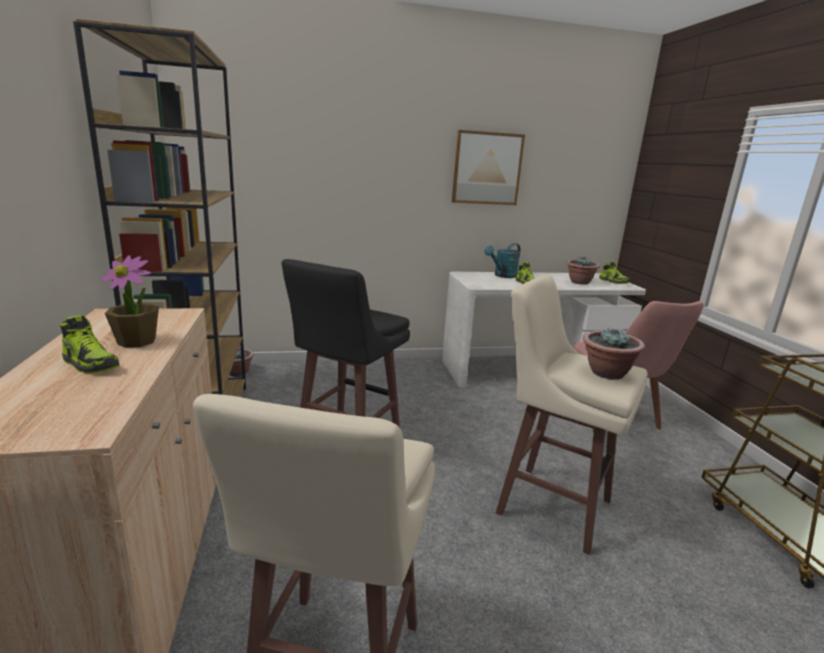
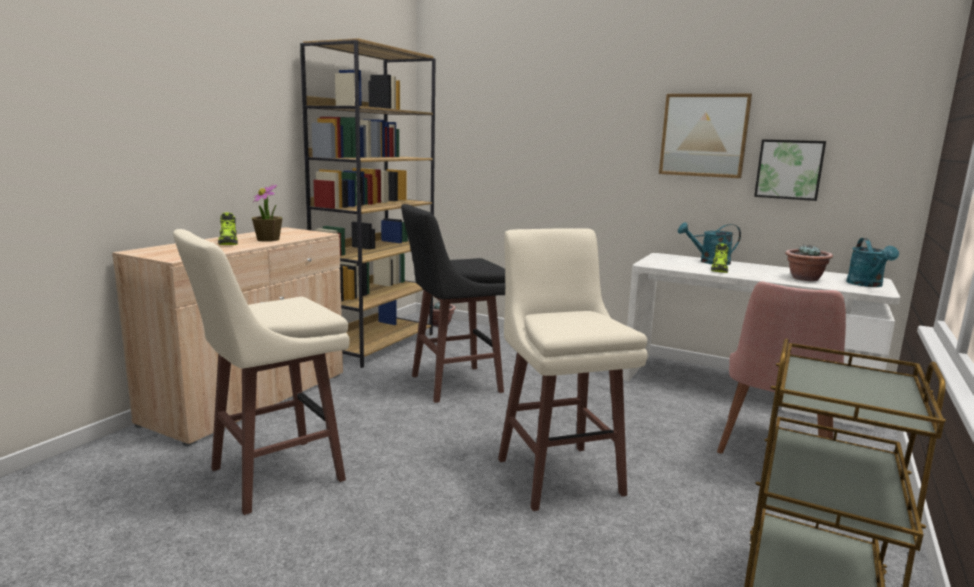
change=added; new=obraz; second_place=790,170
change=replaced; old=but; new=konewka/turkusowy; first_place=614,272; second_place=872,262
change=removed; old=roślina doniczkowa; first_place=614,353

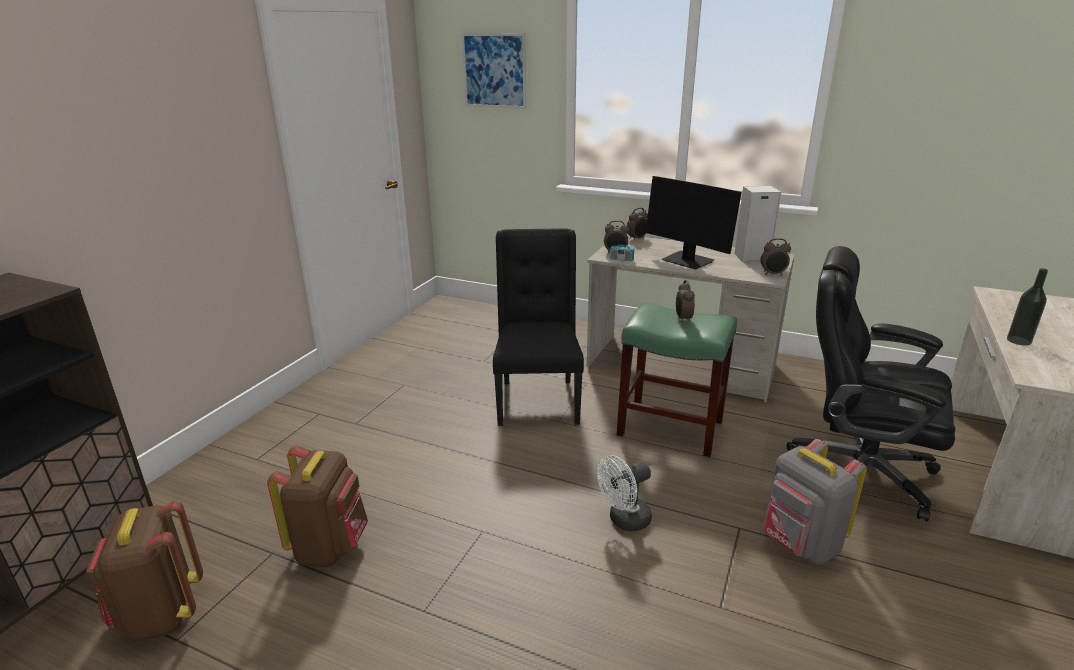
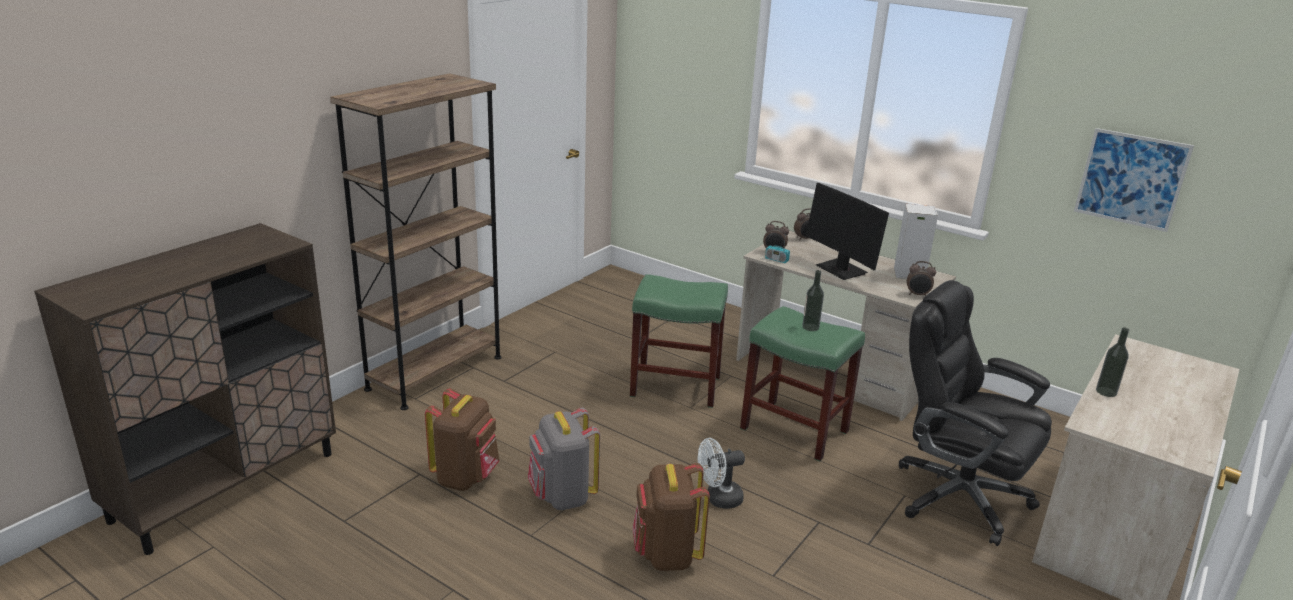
change=added; new=regał/brązowy; second_place=416,241
change=moved; old=plecak/szary; first_place=815,502; second_place=564,459
change=replaced; old=krzesło/czarny; new=stołek/zielony; first_place=538,327; second_place=679,341
change=moved; old=plecak/brązowy; first_place=144,571; second_place=671,517
change=replaced; old=budzik; new=butelka; first_place=685,301; second_place=813,300
change=moved; old=obraz; first_place=494,71; second_place=1134,180

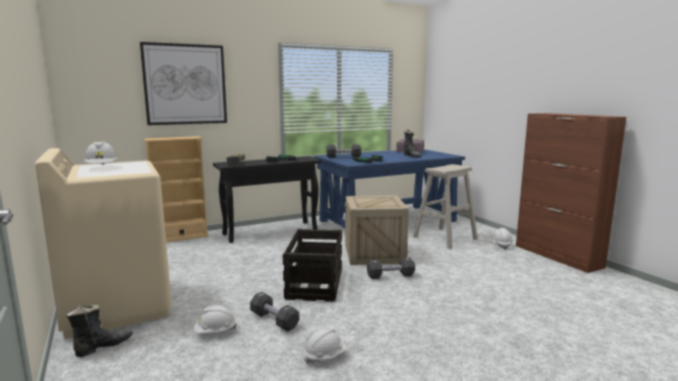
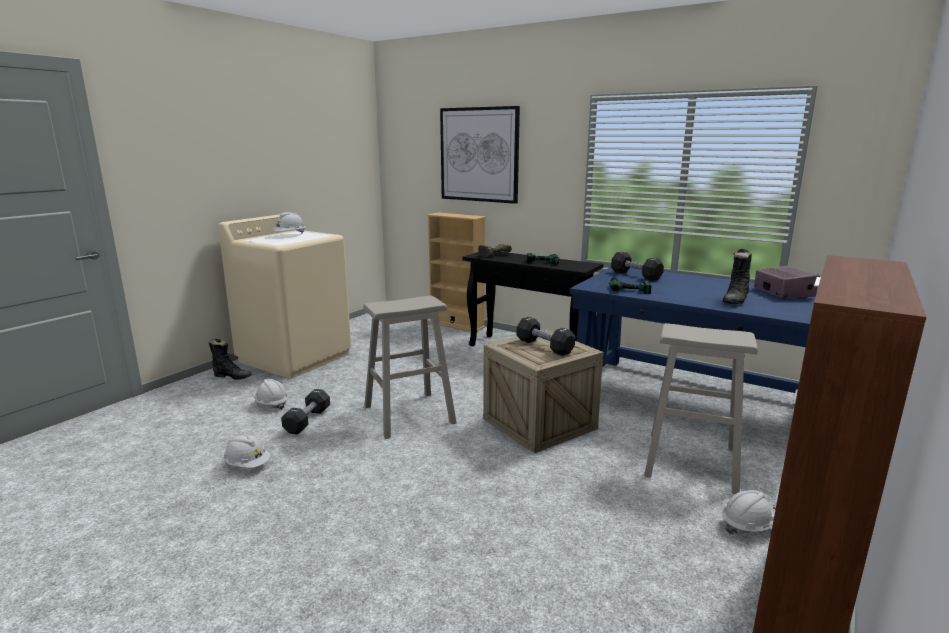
change=replaced; old=skrzynka; new=stołek/beżowy; first_place=312,265; second_place=410,367
change=moved; old=hantel/czarny; first_place=391,268; second_place=546,336

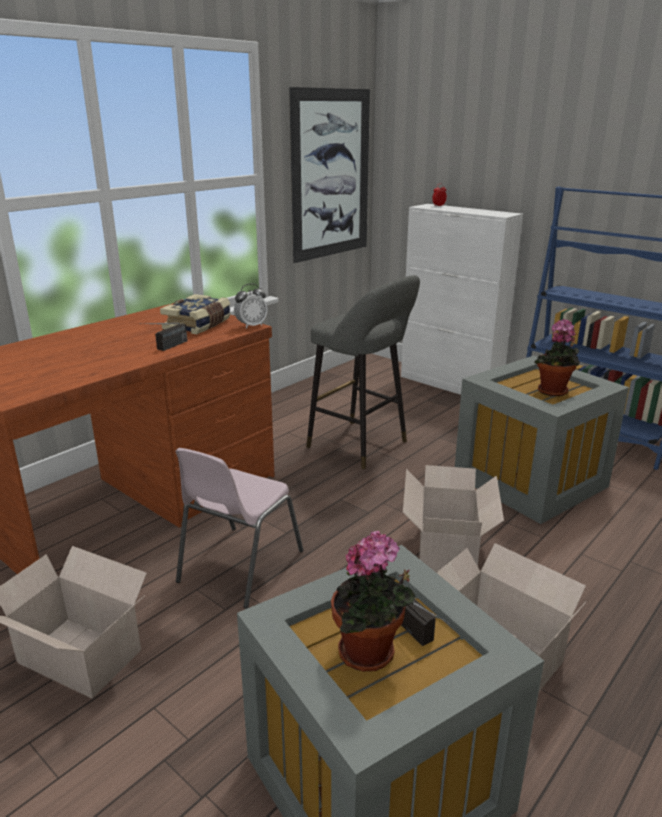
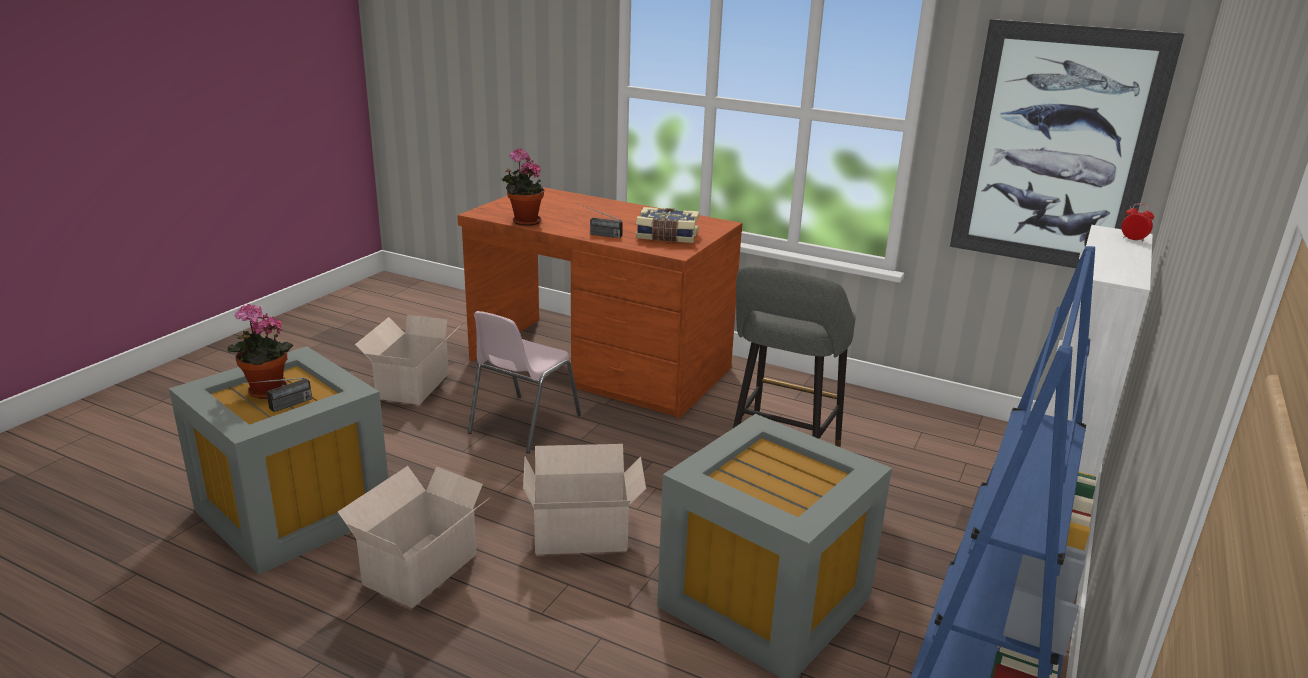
change=turned; old=krzesło/różowy; first_place=239,528; second_place=524,382; degrees=-75
change=moved; old=roślina doniczkowa; first_place=557,357; second_place=522,187
change=removed; old=budzik; first_place=251,306

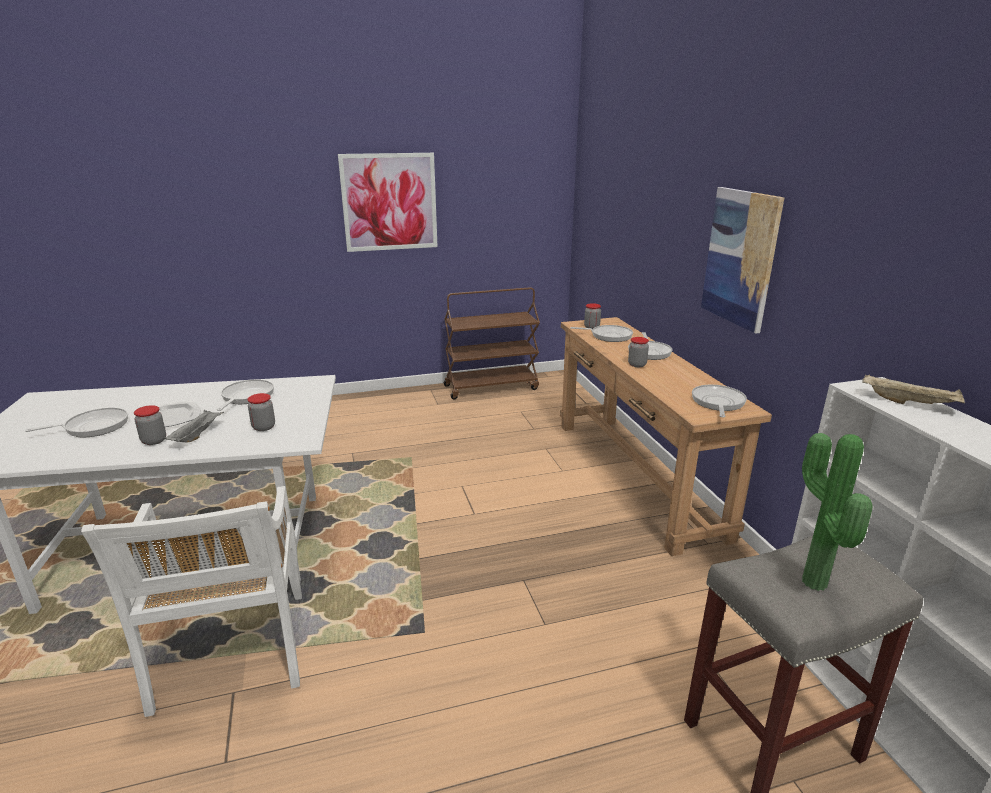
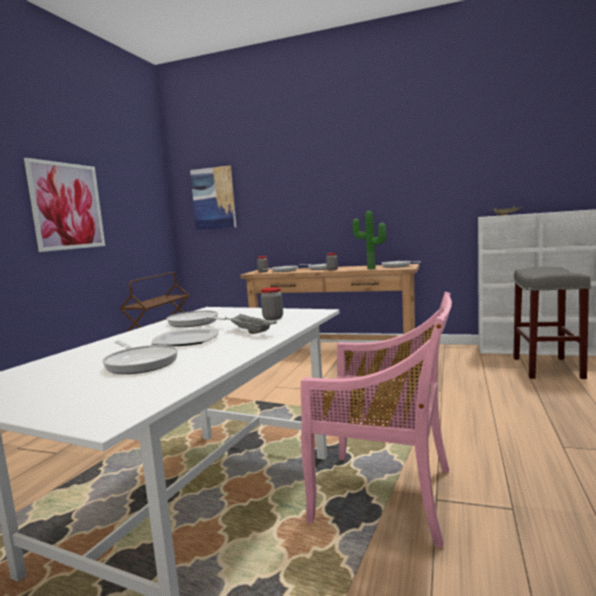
change=turned; old=patelnia; first_place=76,422; second_place=140,357; degrees=135
change=moved; old=obraz; first_place=742,260; second_place=213,197
change=recoloured; old=krzesło/biały; new=krzesło/różowy; first_place=191,601; second_place=376,420
change=moved; old=roślina doniczkowa; first_place=837,512; second_place=369,240
change=removed; old=słoik; first_place=150,425

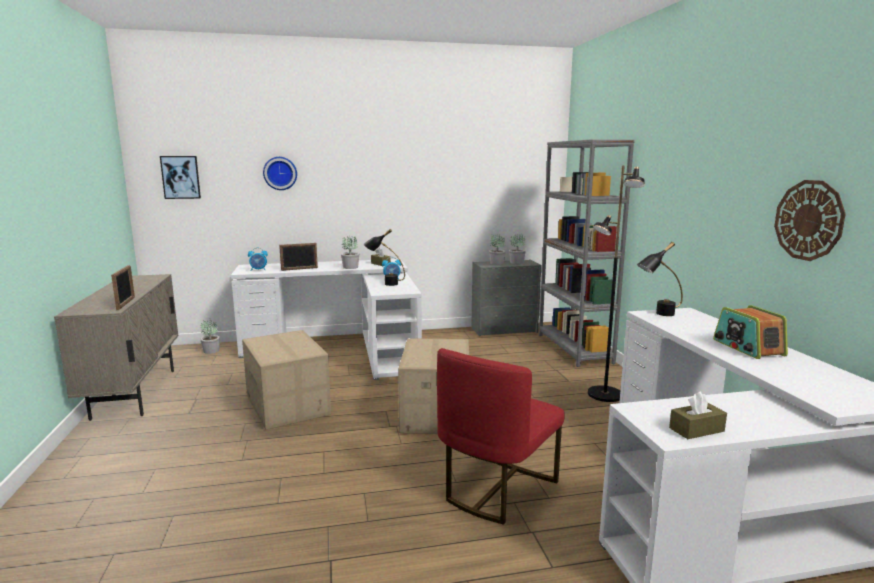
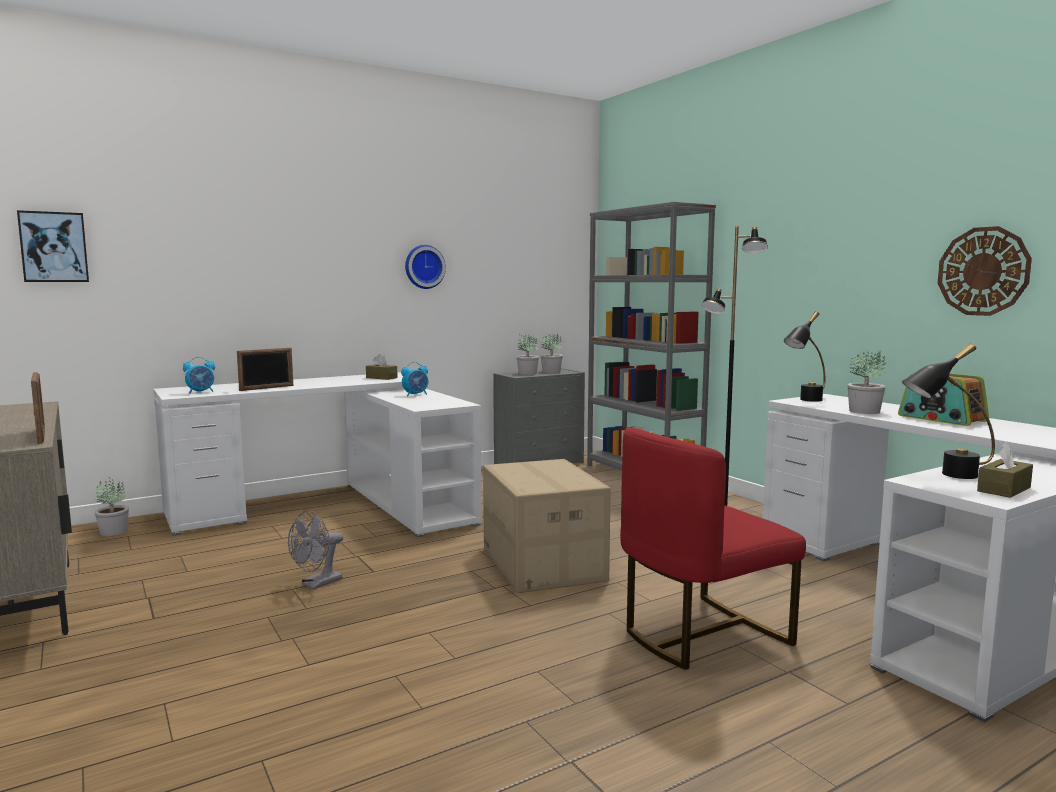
change=replaced; old=karton; new=wentylator/szary; first_place=286,380; second_place=315,550
change=moved; old=zegar ścienny; first_place=280,173; second_place=425,267
change=turned; old=krzesło/czerwony; first_place=501,436; second_place=713,548; degrees=45
change=moved; old=roślina doniczkowa; first_place=350,252; second_place=866,382
change=moved; old=lampa stołowa/czarny; first_place=384,257; second_place=948,411

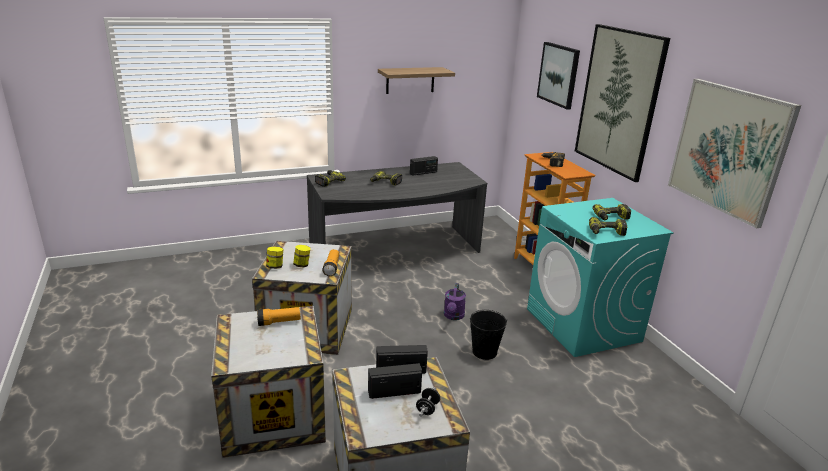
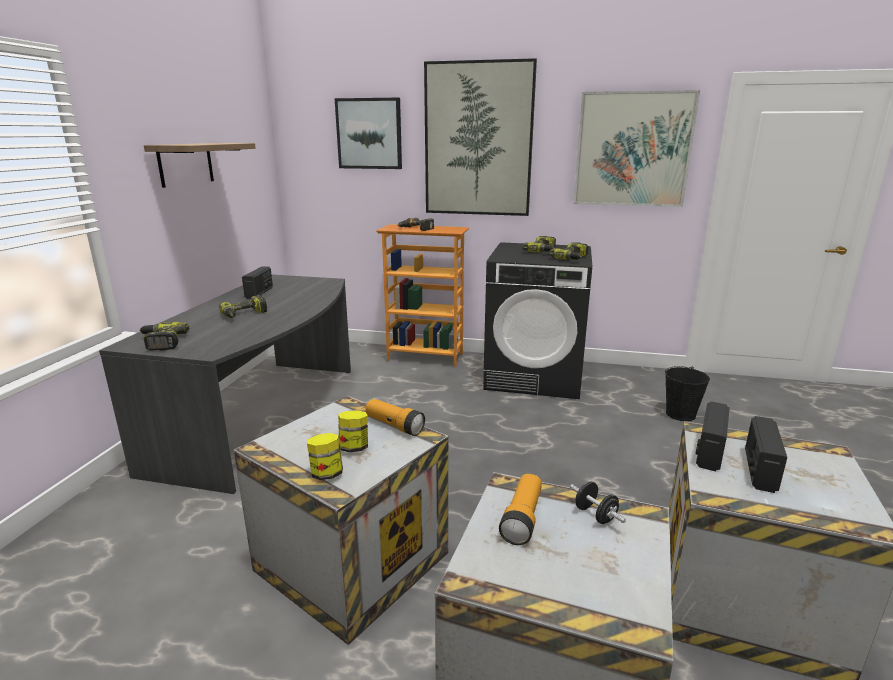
change=recoloured; old=pralka/turkusowy; new=pralka/czarny; first_place=600,277; second_place=537,320
change=moved; old=hantel/czarny; first_place=428,401; second_place=598,503
change=moved; old=wiadro/czarny; first_place=488,335; second_place=687,393
change=removed; old=konewka/fioletowy; first_place=455,301

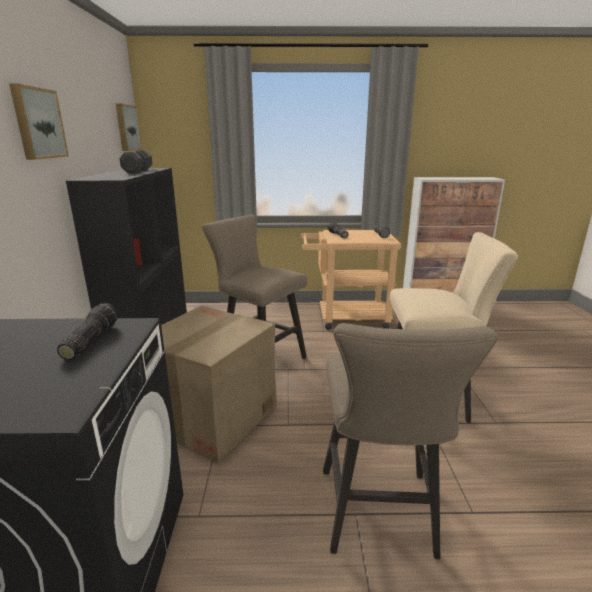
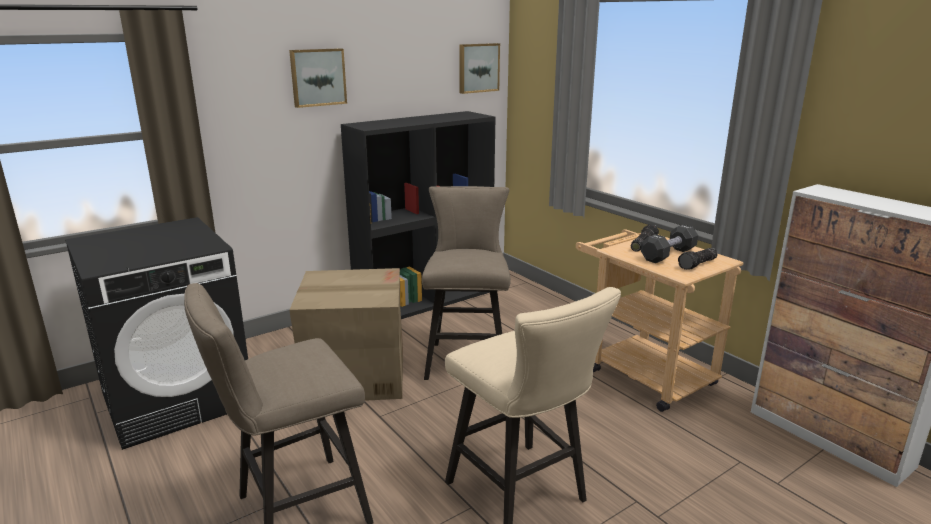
change=moved; old=hantel/czarny; first_place=136,161; second_place=669,243
change=removed; old=latarka; first_place=87,331

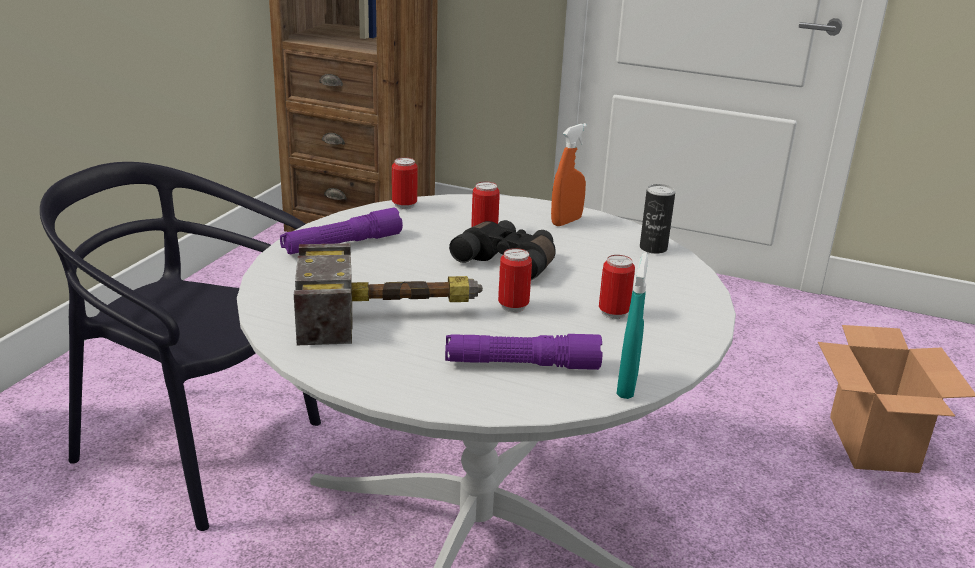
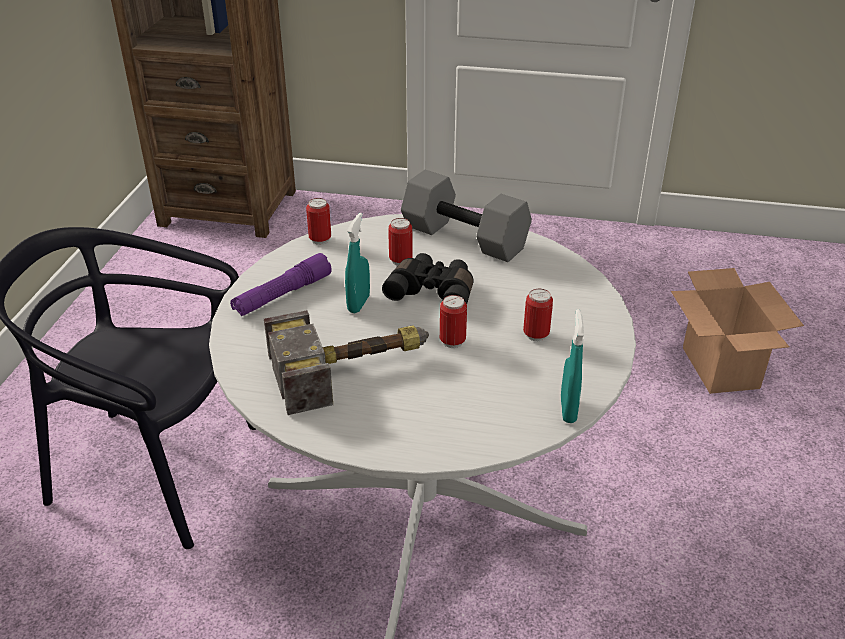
change=added; new=spryskiwacz/turkusowy; second_place=357,263
change=replaced; old=spryskiwacz/pomarańczowy; new=hantel/szary; first_place=569,174; second_place=466,216
change=removed; old=latarka/fioletowy; first_place=523,352
change=removed; old=puszka; first_place=657,219

